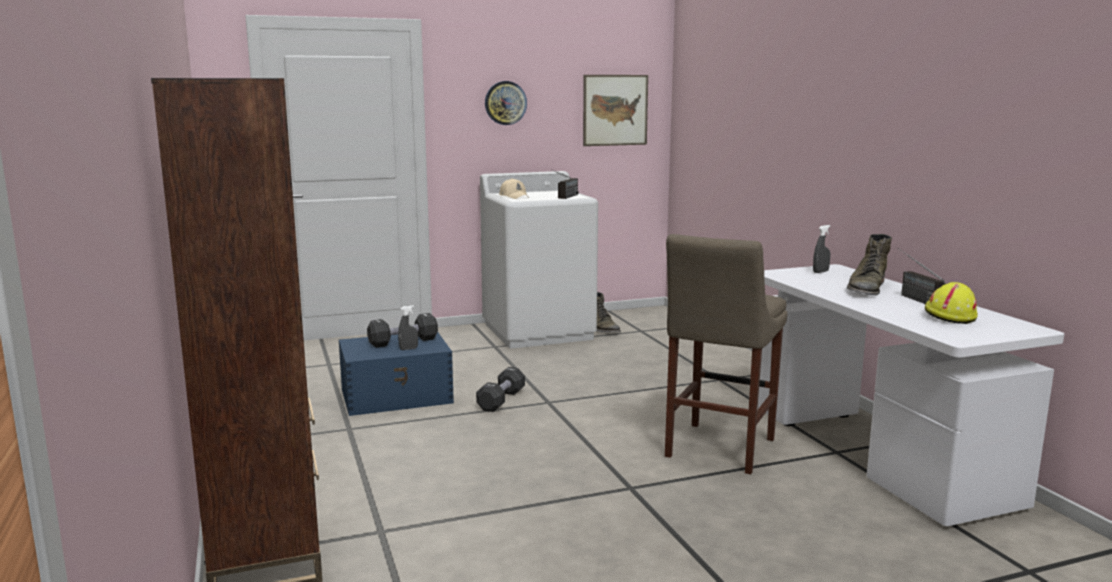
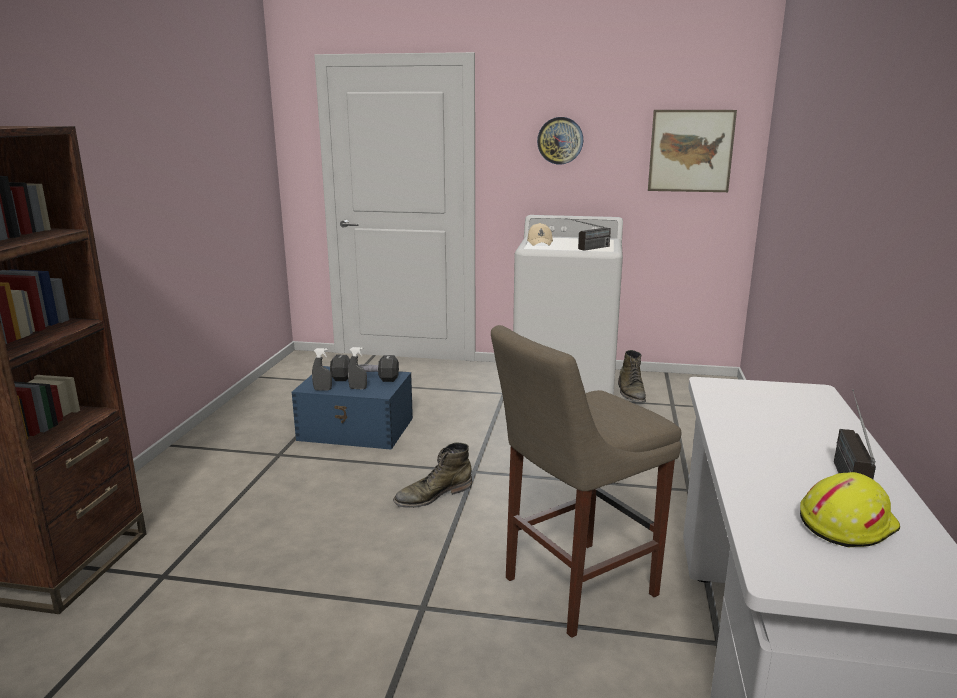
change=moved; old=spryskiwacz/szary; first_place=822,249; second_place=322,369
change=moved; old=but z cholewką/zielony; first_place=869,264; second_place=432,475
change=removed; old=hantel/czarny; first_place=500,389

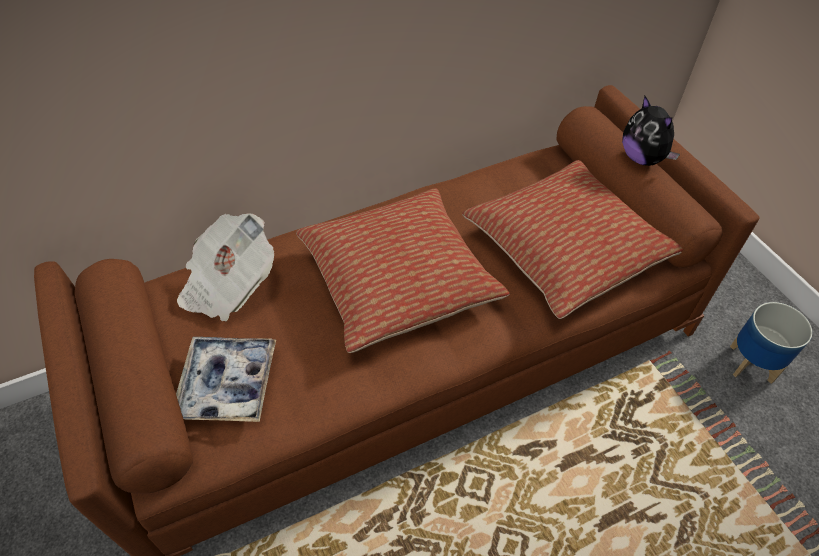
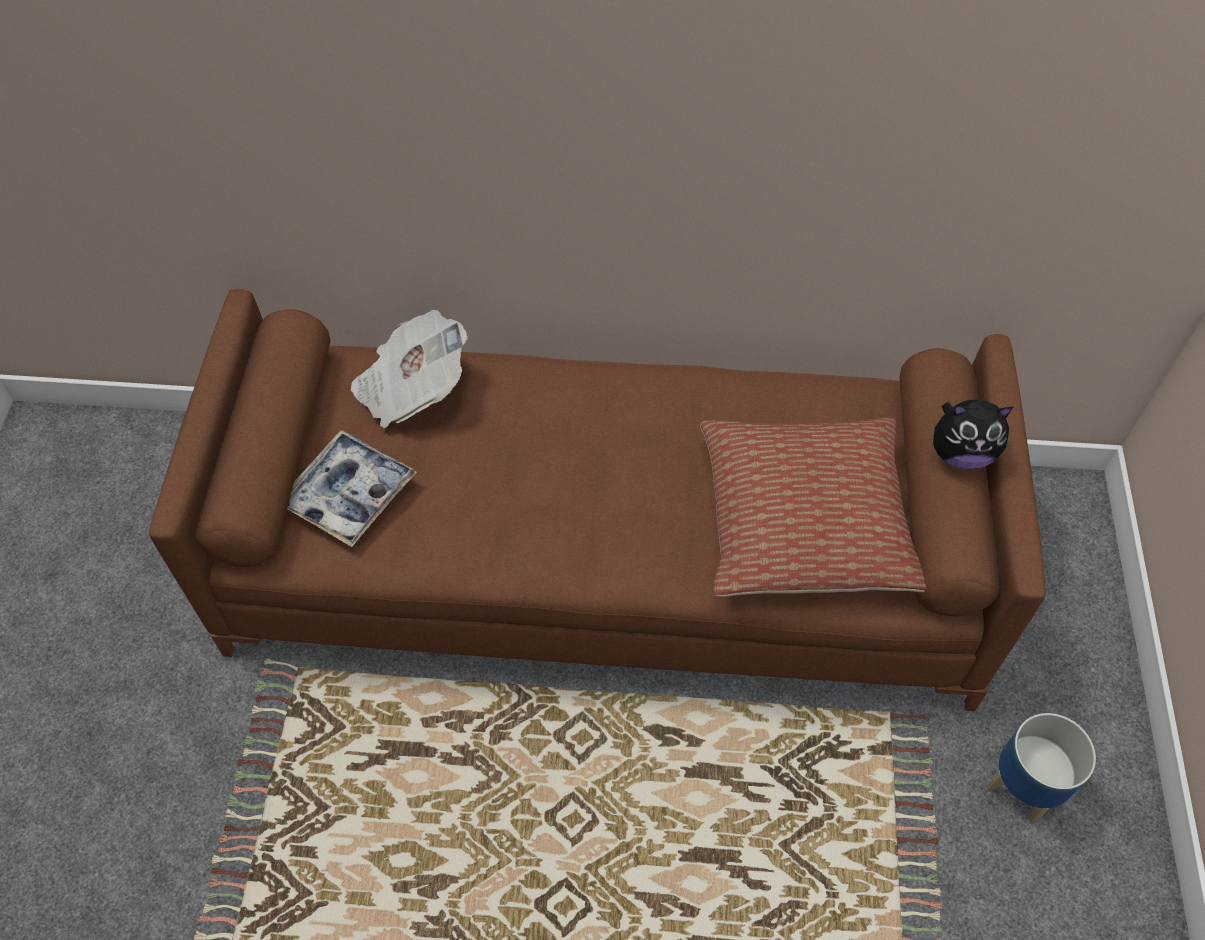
change=turned; old=pluszak; first_place=651,131; second_place=973,435; degrees=-90
change=removed; old=poduszka; first_place=402,270

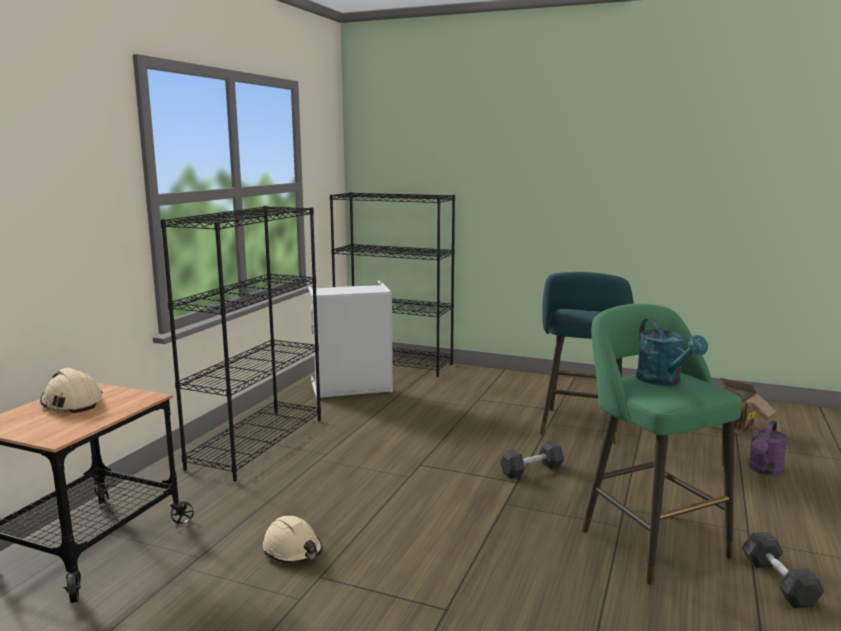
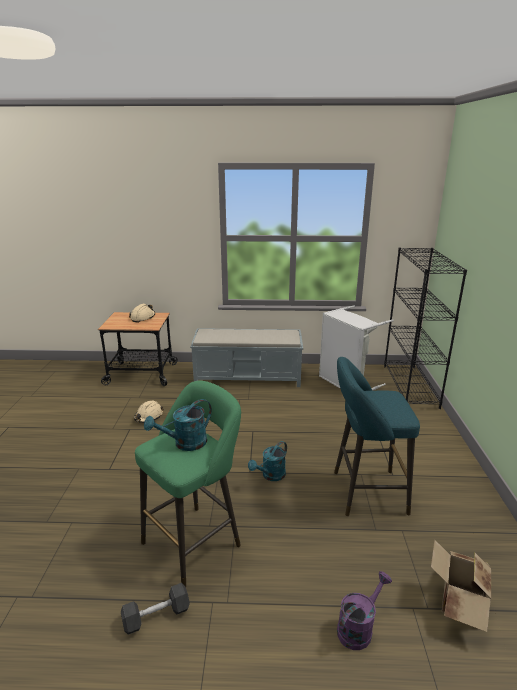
change=replaced; old=regał/czarny; new=ławka/szary; first_place=240,343; second_place=246,357
change=replaced; old=hantel/szary; new=konewka/turkusowy; first_place=532,460; second_place=267,461
change=turned; old=konewka/fioletowy; first_place=767,448; second_place=364,610; degrees=120

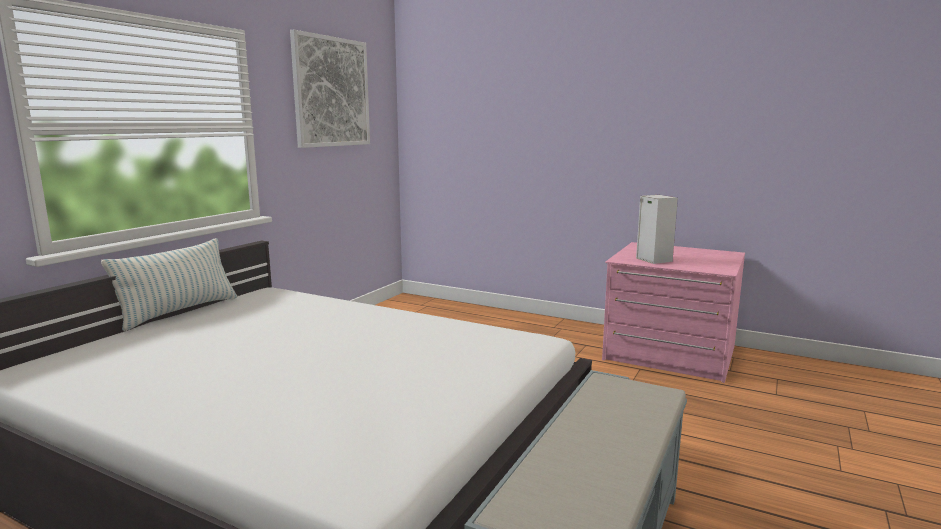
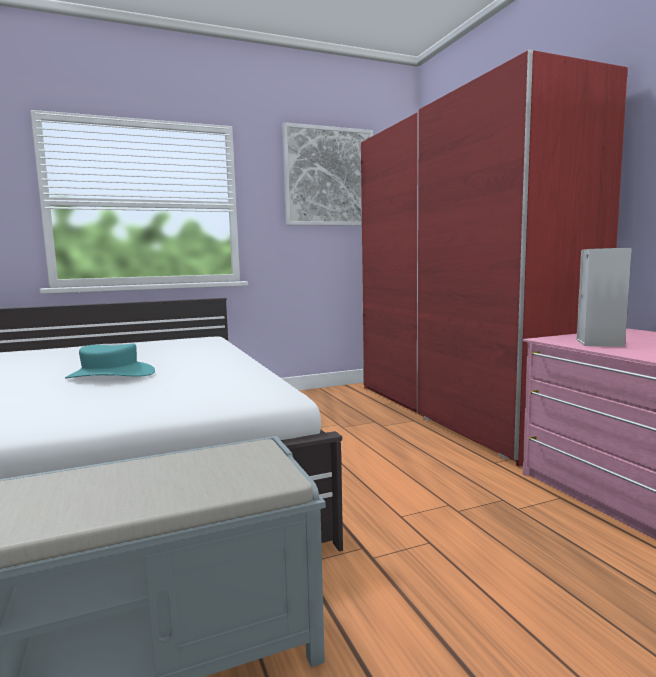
change=added; new=kapelusz/turkusowy; second_place=110,361
change=added; new=szafa/czerwony; second_place=494,257
change=removed; old=poduszka; first_place=169,284

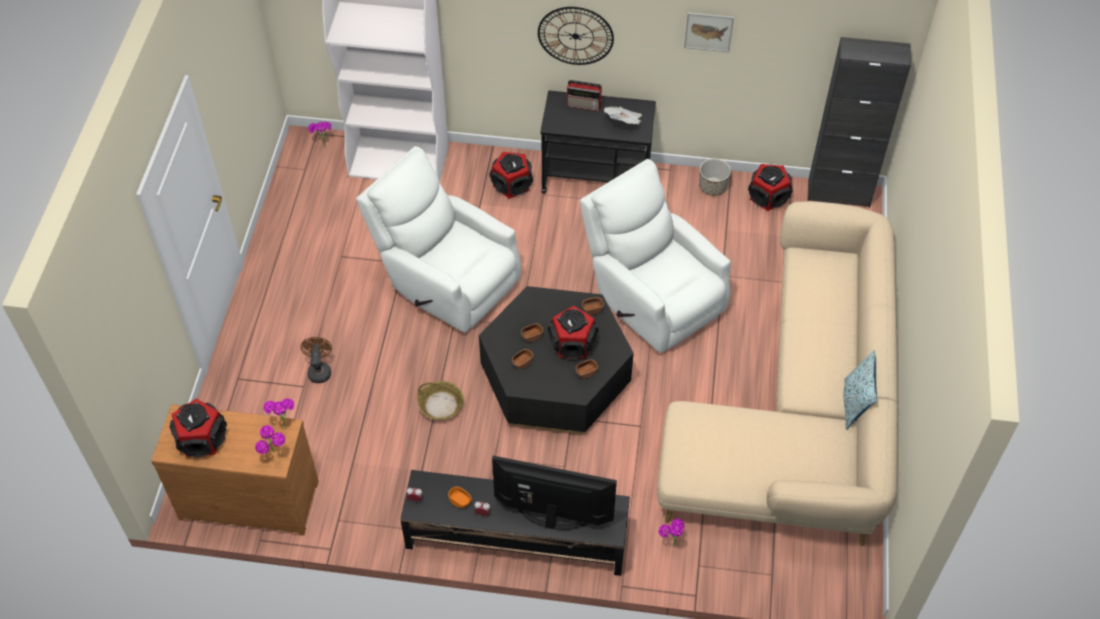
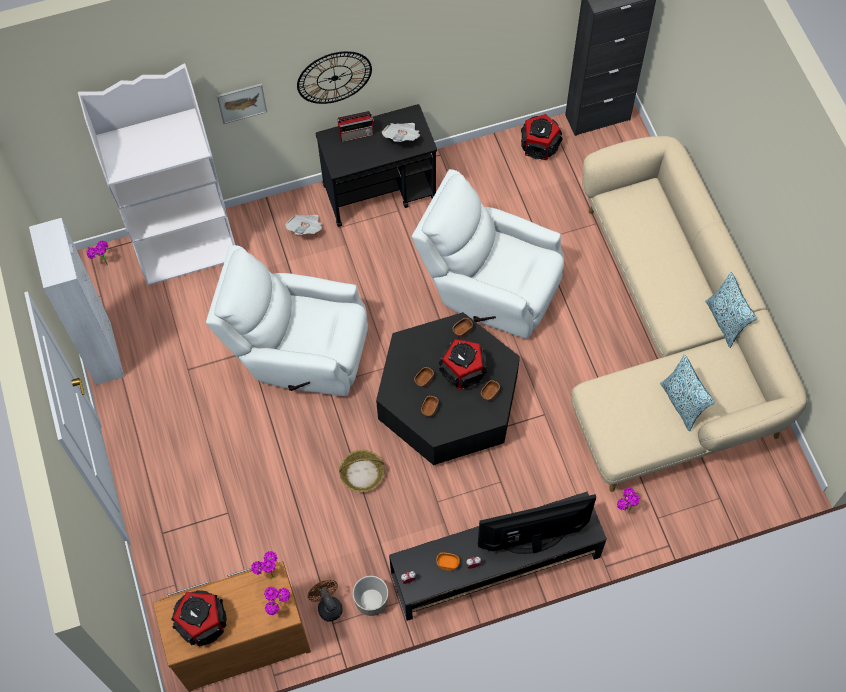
change=added; new=szafka/biały; second_place=77,301
change=moved; old=obraz; first_place=709,32; second_place=242,103
change=replaced; old=głośnik; new=gazeta; first_place=511,175; second_place=303,225
change=moved; old=wentylator/brązowy; first_place=316,360; second_place=325,601
change=moved; old=donica; first_place=715,177; second_place=370,596
change=added; new=poduszka; second_place=687,392

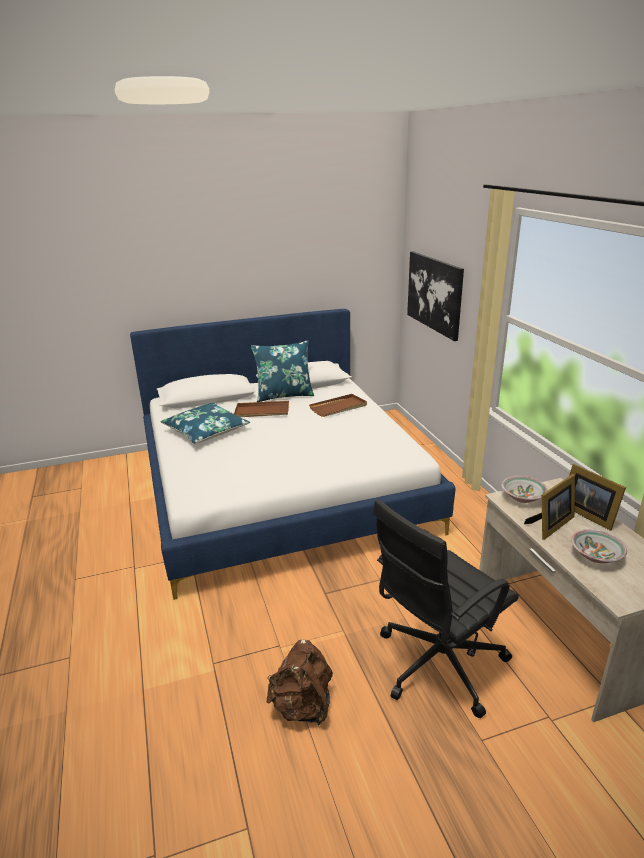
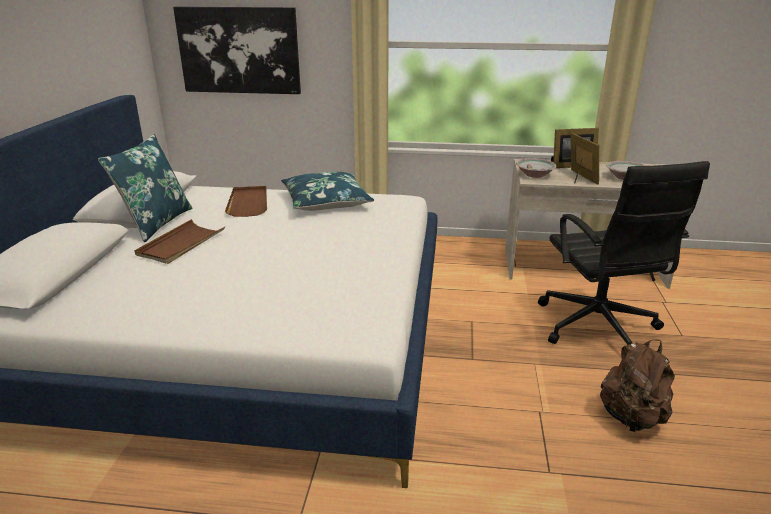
change=moved; old=poduszka/niebieski; first_place=205,423; second_place=327,191

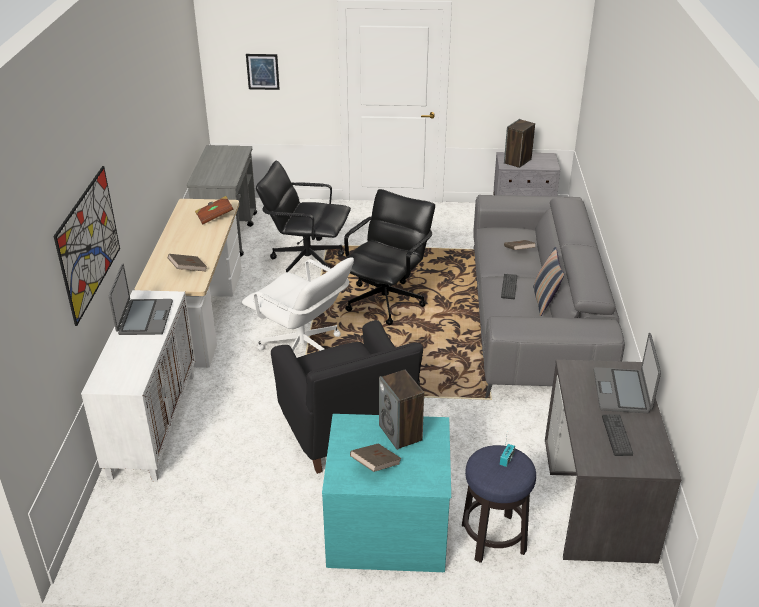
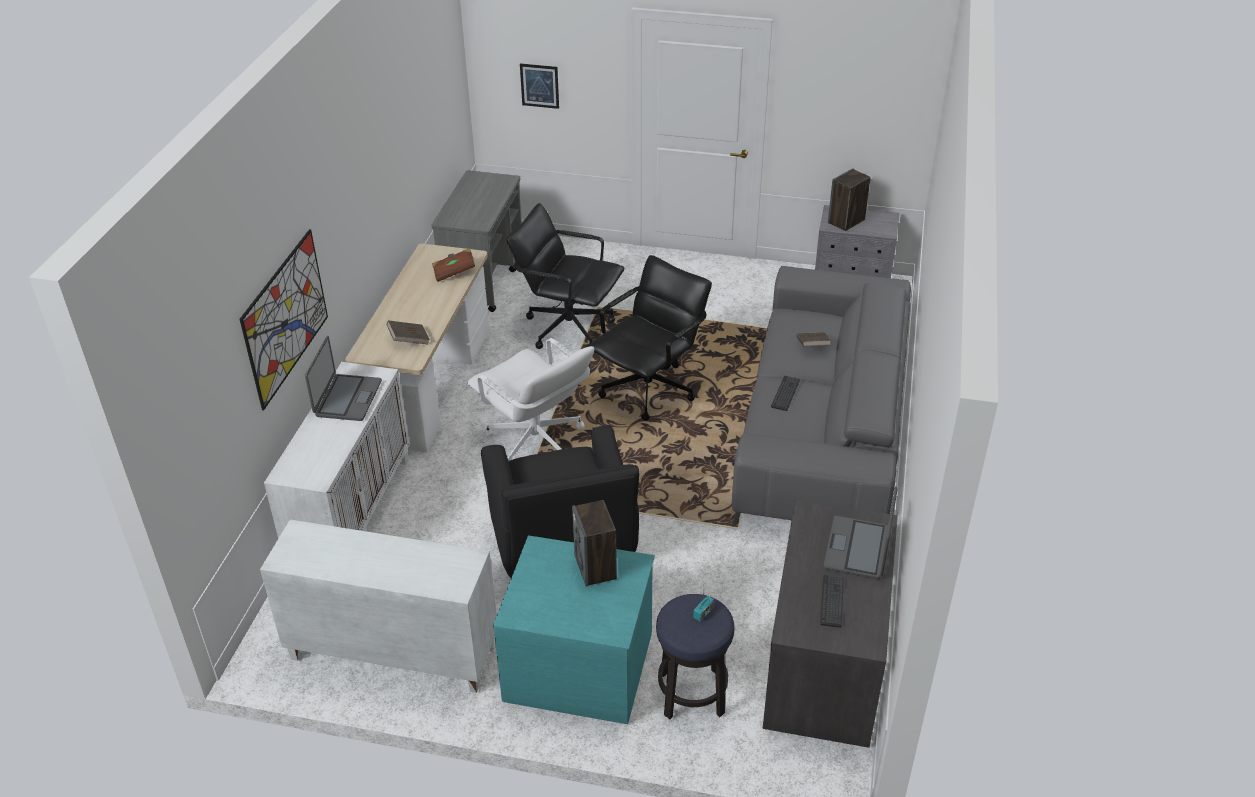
change=added; new=szafka/biały; second_place=378,606
change=removed; old=książka/brązowy; first_place=376,457
change=removed; old=poduszka; first_place=548,281

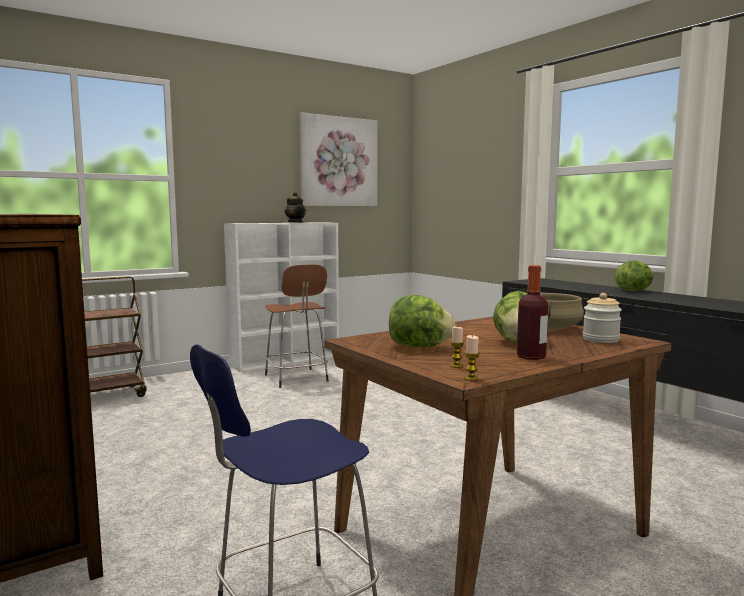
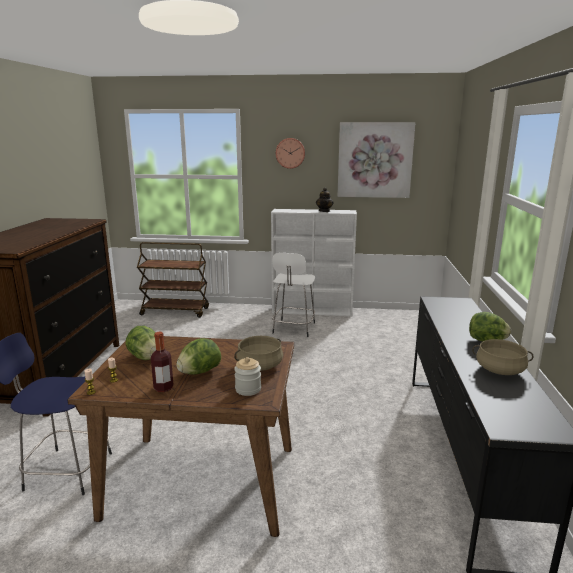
change=recoloured; old=stołek/brązowy; new=stołek/biały; first_place=297,326; second_place=293,295
change=added; new=zegar ścienny; second_place=290,153
change=added; new=garnek/beżowy; second_place=503,357

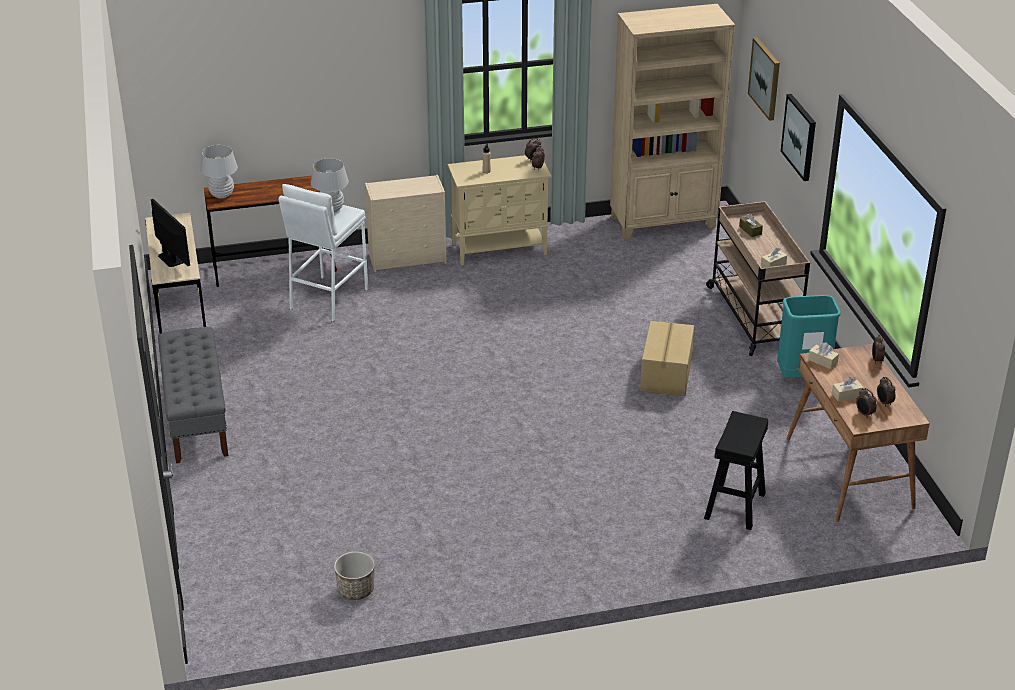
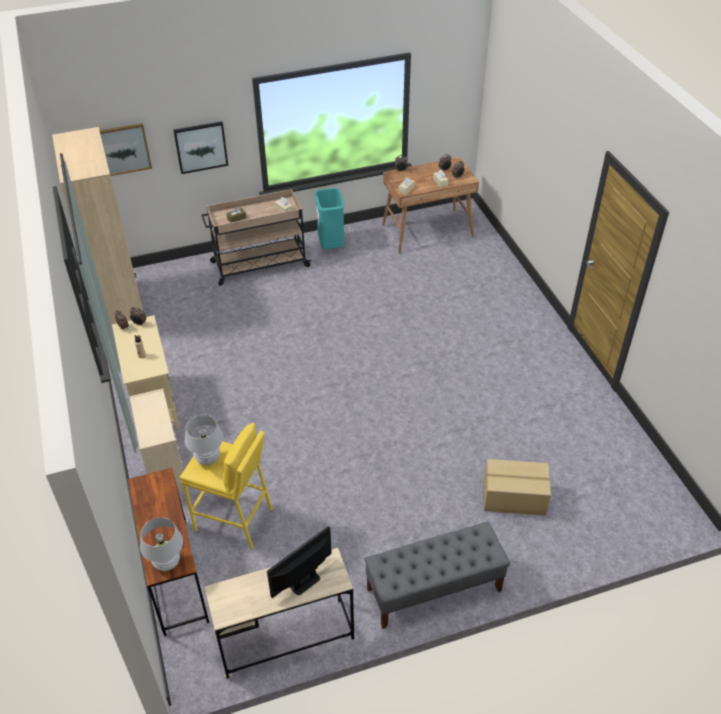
change=recoloured; old=stołek/biały; new=stołek/żółty; first_place=323,253; second_place=226,486
change=moved; old=karton; first_place=667,358; second_place=517,487
change=removed; old=donica; first_place=354,575
change=removed; old=stołek/czarny; first_place=736,470

